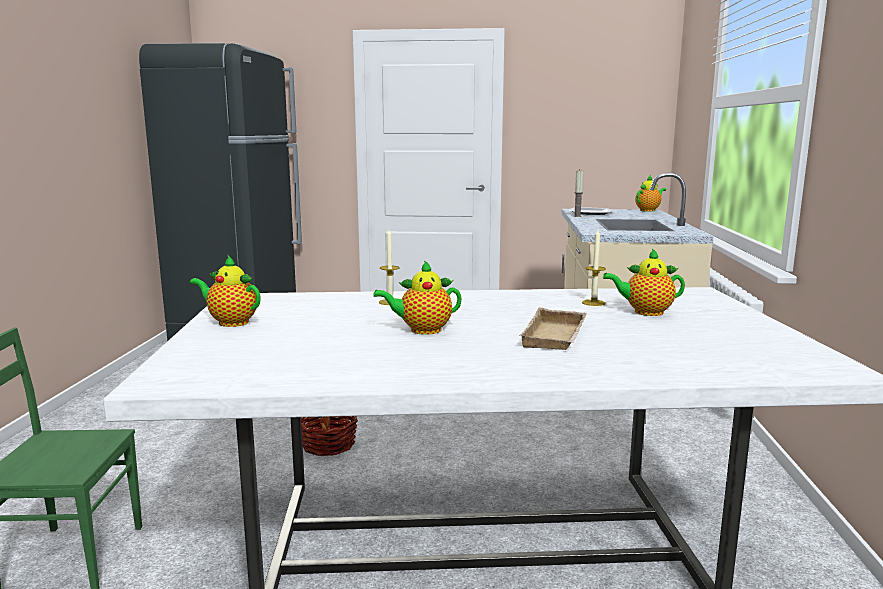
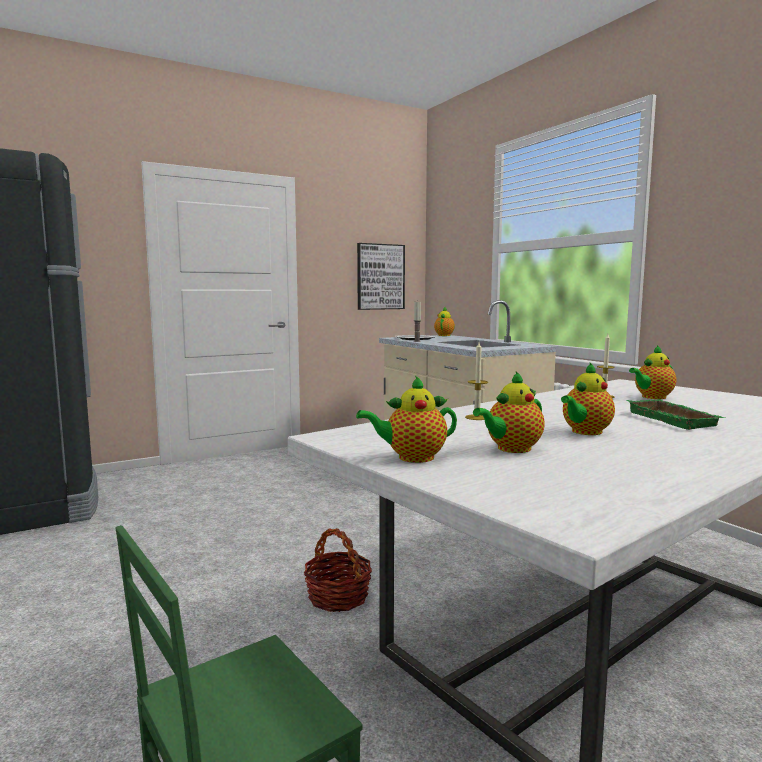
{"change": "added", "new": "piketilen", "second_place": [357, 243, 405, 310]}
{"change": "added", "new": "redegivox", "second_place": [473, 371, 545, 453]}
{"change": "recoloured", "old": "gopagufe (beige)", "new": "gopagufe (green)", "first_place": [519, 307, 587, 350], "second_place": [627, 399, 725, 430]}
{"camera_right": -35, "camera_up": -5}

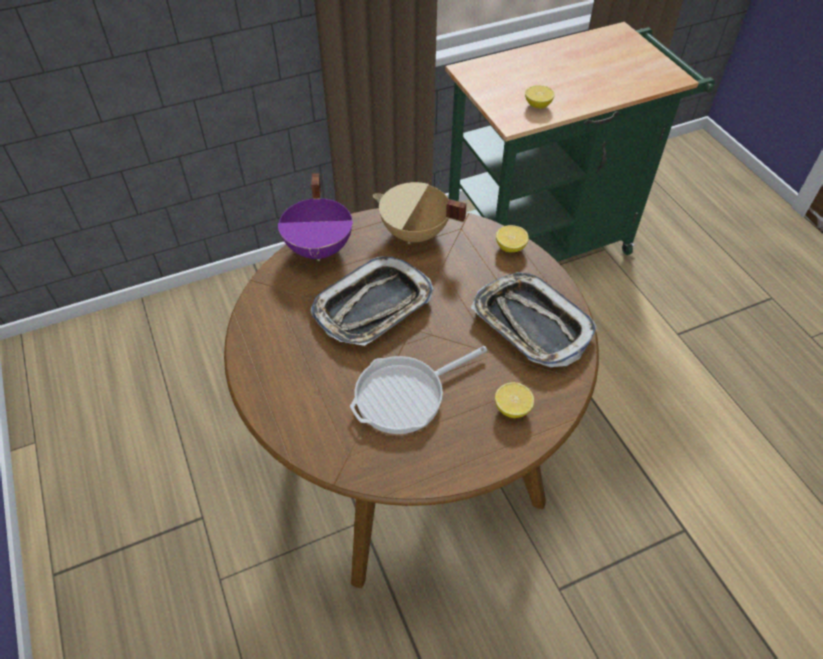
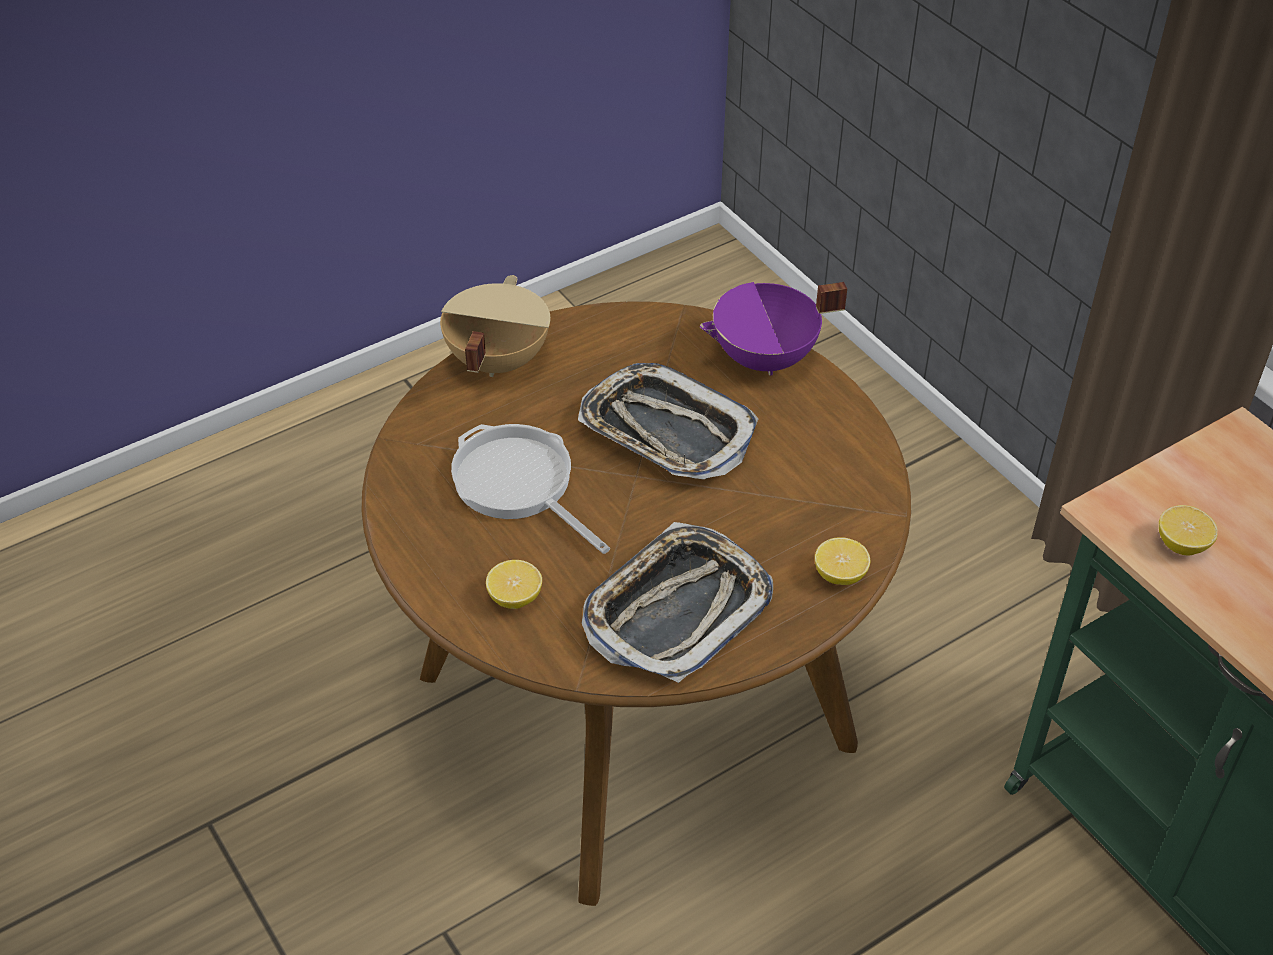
{"change": "moved", "old": "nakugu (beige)", "first_place": [373, 182, 467, 244], "second_place": [440, 275, 550, 377]}
{"camera_right": 80, "camera_up": -5}

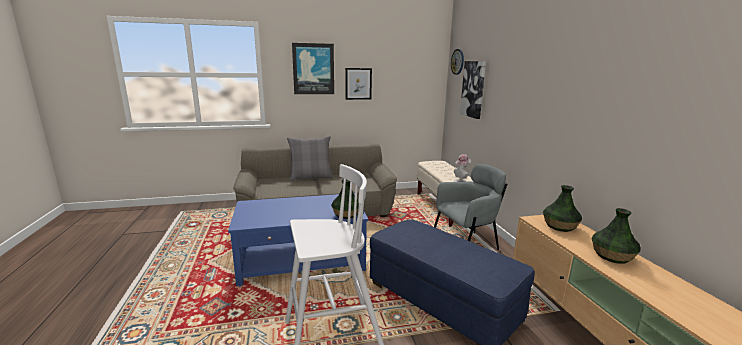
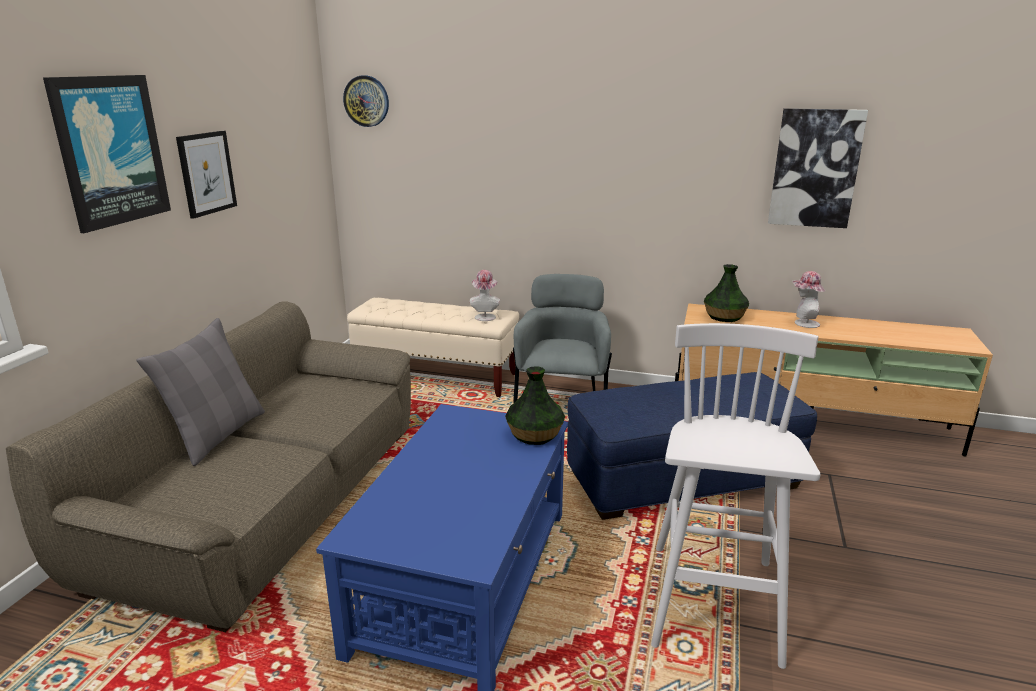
{"change": "moved", "old": "piketilen", "first_place": [460, 61, 486, 119], "second_place": [768, 108, 868, 228]}
{"change": "replaced", "old": "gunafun", "new": "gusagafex", "first_place": [591, 208, 641, 263], "second_place": [792, 271, 825, 328]}
{"camera_right": -60, "camera_up": 5}

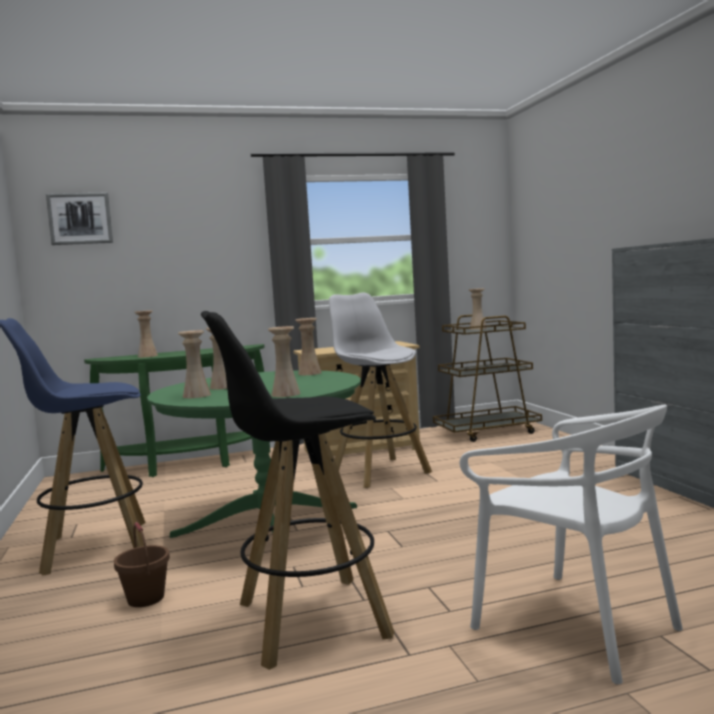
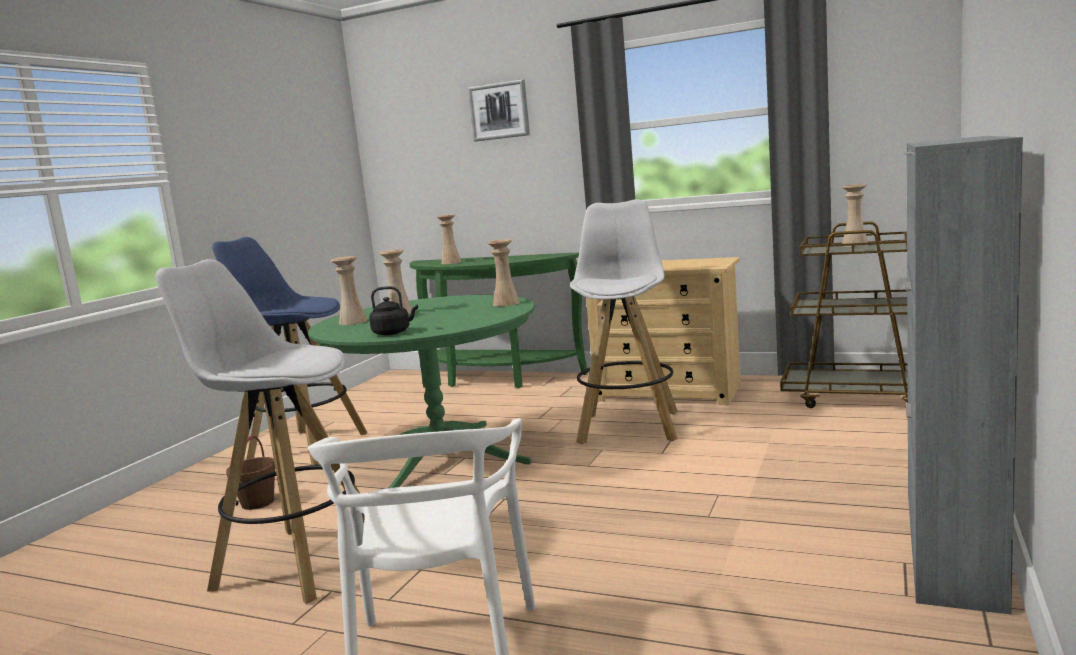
{"change": "recoloured", "old": "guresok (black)", "new": "guresok (white)", "first_place": [201, 311, 394, 670], "second_place": [155, 259, 365, 604]}
{"change": "replaced", "old": "gunafun (beige)", "new": "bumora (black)", "first_place": [268, 326, 300, 397], "second_place": [369, 286, 418, 335]}
{"change": "moved", "old": "piketilen", "first_place": [46, 192, 113, 245], "second_place": [468, 79, 530, 142]}
{"camera_right": 40, "camera_up": 5}

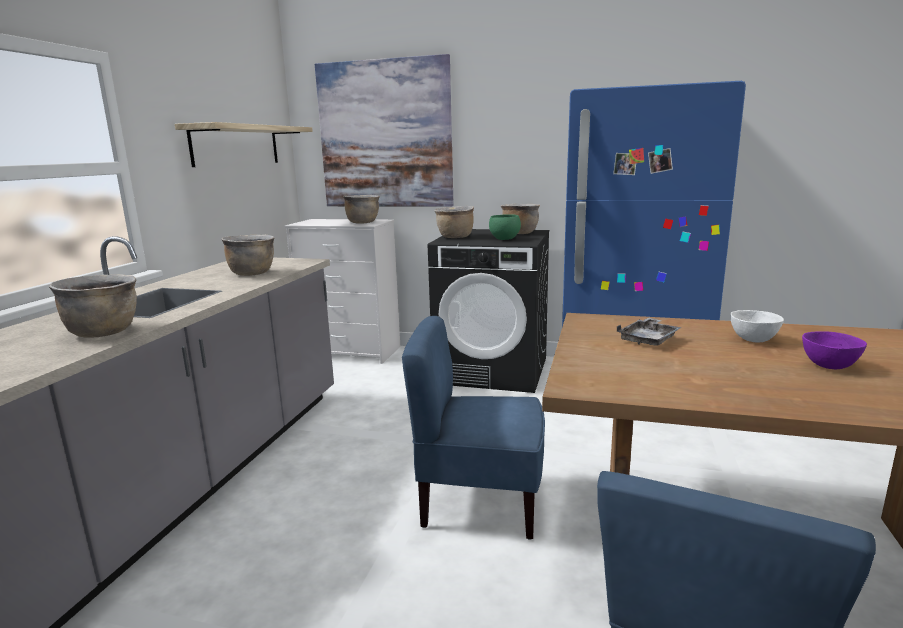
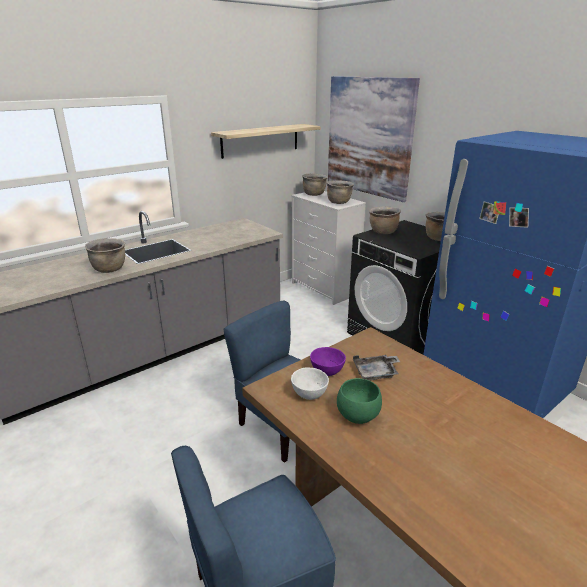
{"change": "moved", "old": "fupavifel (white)", "first_place": [730, 310, 784, 342], "second_place": [291, 367, 329, 400]}
{"change": "moved", "old": "nakugu (brown)", "first_place": [221, 235, 274, 276], "second_place": [302, 174, 328, 196]}
{"change": "moved", "old": "fupavifel (purple)", "first_place": [802, 331, 867, 369], "second_place": [310, 347, 346, 376]}
{"change": "moved", "old": "fupavifel (green)", "first_place": [489, 214, 521, 240], "second_place": [337, 378, 382, 424]}
{"camera_right": 35, "camera_up": 10}

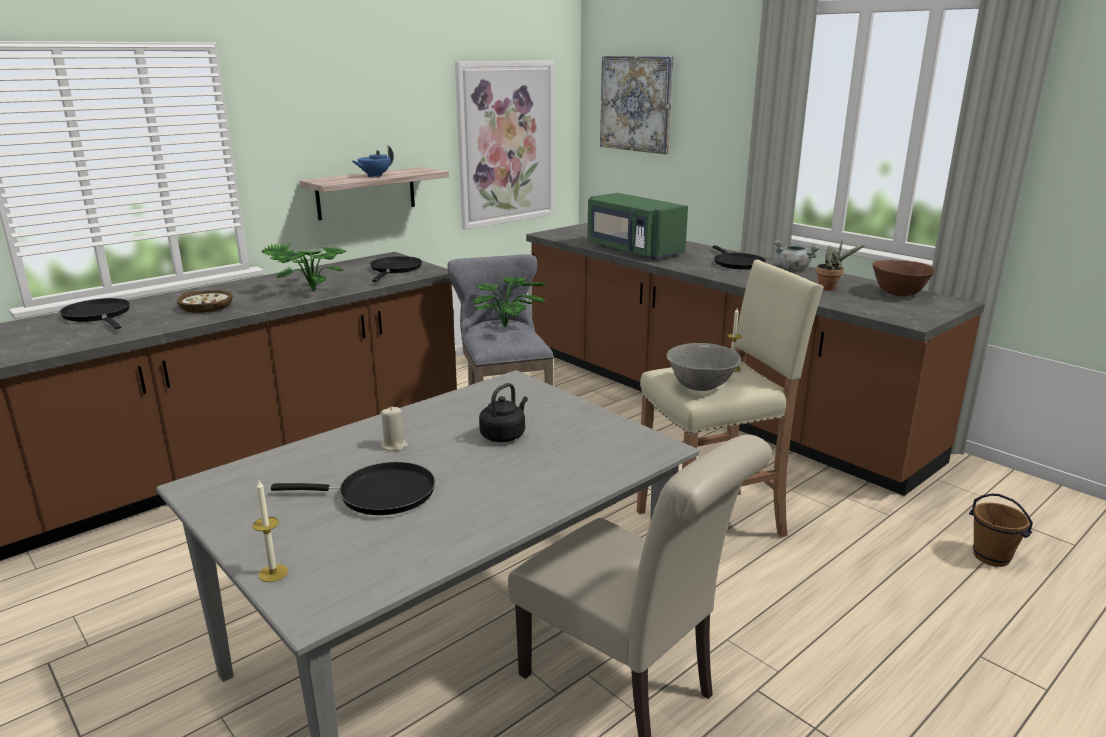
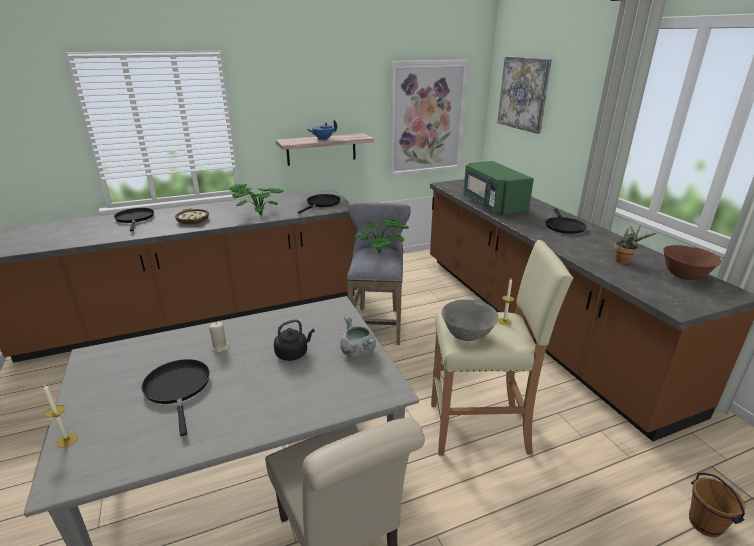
{"change": "turned", "old": "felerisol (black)", "first_place": [271, 462, 435, 515], "second_place": [141, 359, 210, 436], "degrees": -135}
{"change": "moved", "old": "nakugu (grey)", "first_place": [774, 240, 819, 270], "second_place": [340, 317, 376, 358]}
{"camera_right": 20, "camera_up": 5}

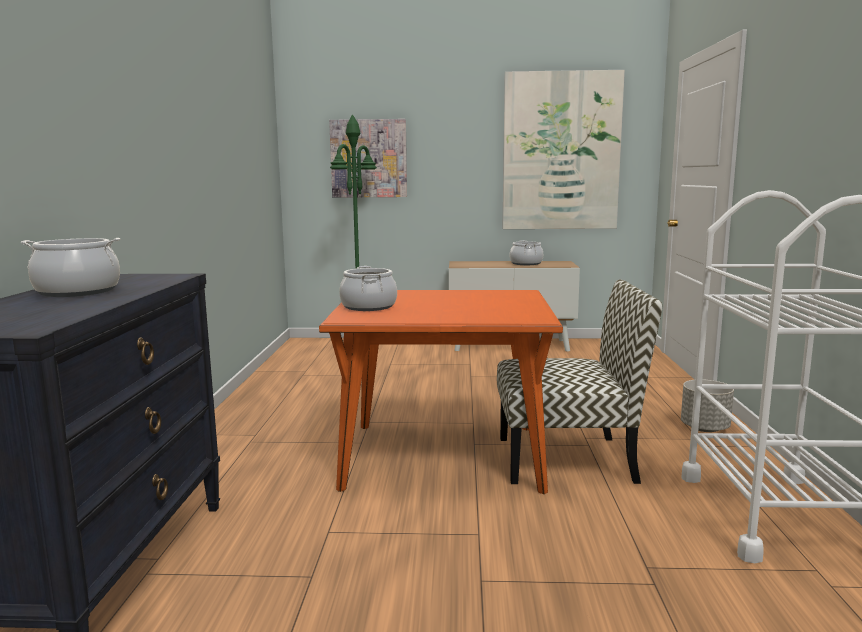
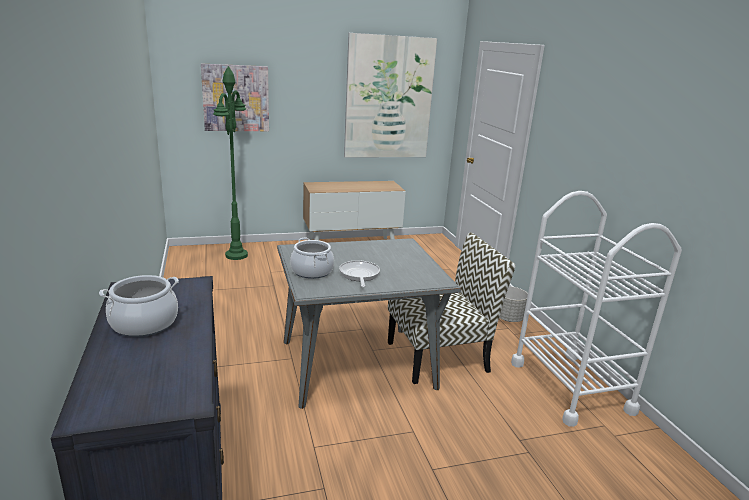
{"change": "recoloured", "old": "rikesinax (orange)", "new": "rikesinax (grey)", "first_place": [319, 290, 563, 494], "second_place": [277, 238, 461, 409]}
{"change": "added", "new": "felerisol", "second_place": [339, 260, 380, 287]}
{"change": "removed", "old": "nakugu", "first_place": [510, 240, 543, 265]}
{"camera_right": -20, "camera_up": 10}

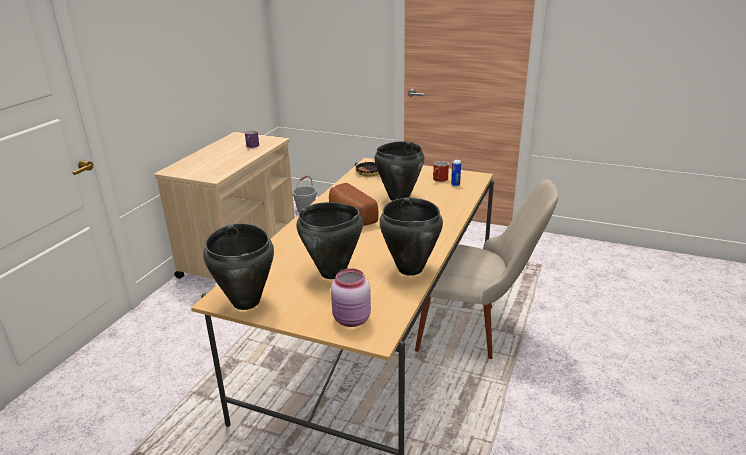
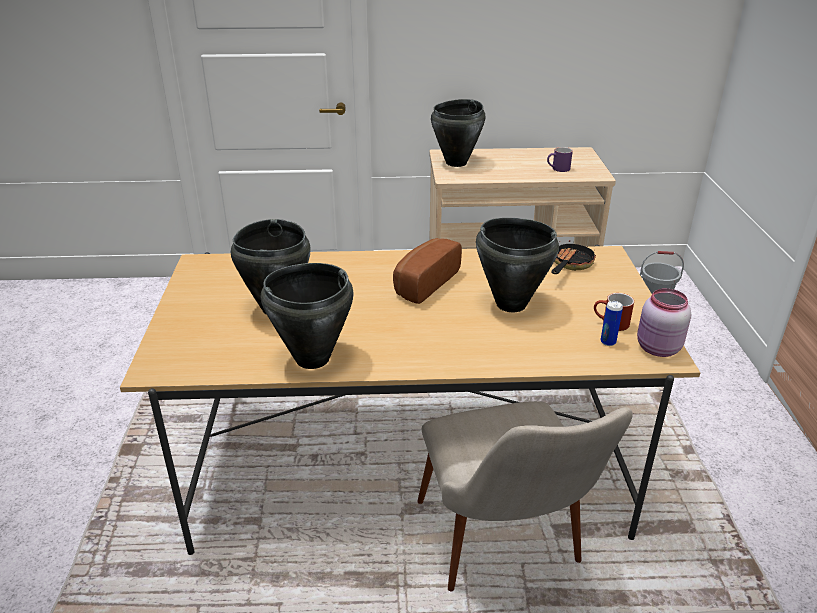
{"change": "moved", "old": "nakugu (black)", "first_place": [203, 223, 274, 310], "second_place": [431, 99, 485, 167]}
{"change": "moved", "old": "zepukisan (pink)", "first_place": [331, 268, 371, 327], "second_place": [637, 288, 691, 357]}
{"camera_right": 65, "camera_up": 5}

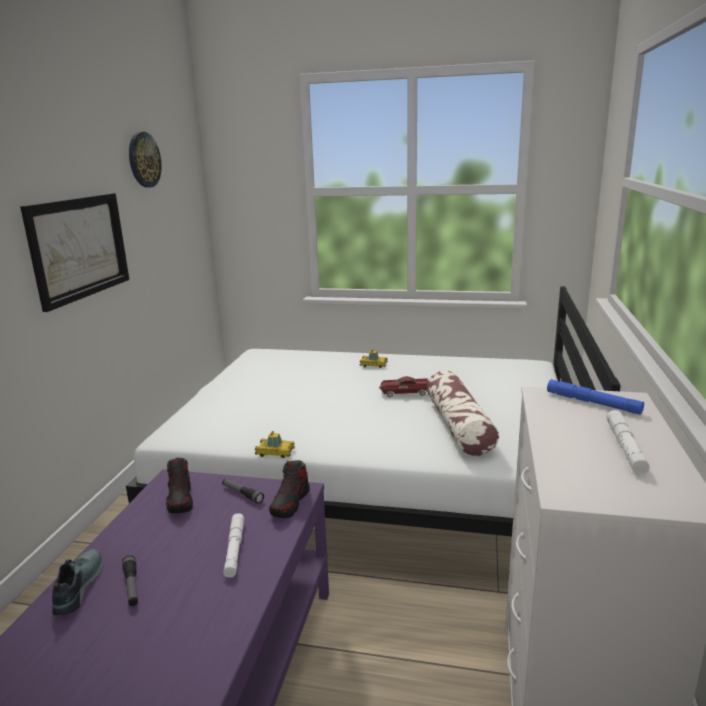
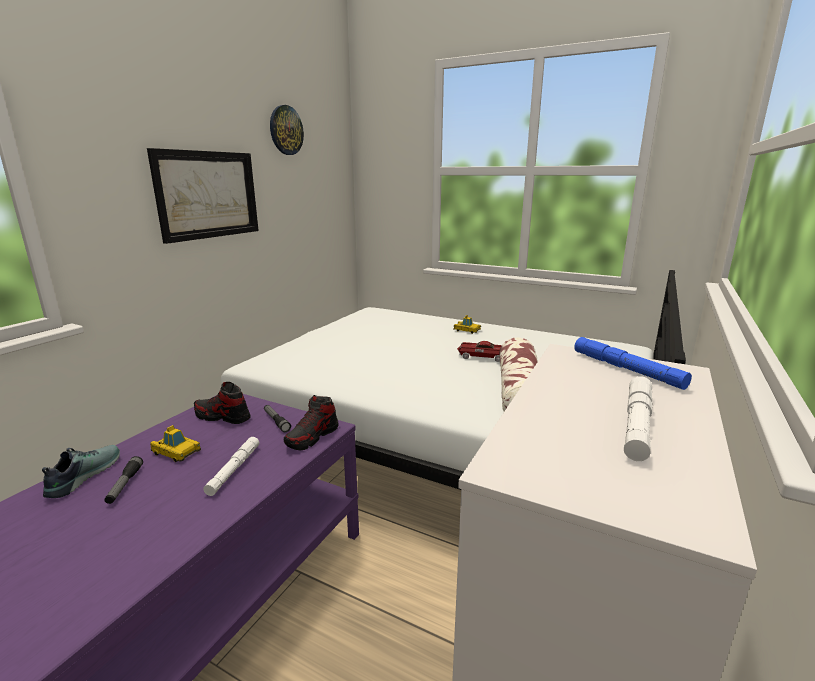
{"change": "moved", "old": "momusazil", "first_place": [255, 431, 295, 458], "second_place": [150, 425, 201, 462]}
{"change": "turned", "old": "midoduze", "first_place": [166, 458, 193, 514], "second_place": [194, 382, 251, 424], "degrees": 105}
{"camera_right": 15, "camera_up": 0}

